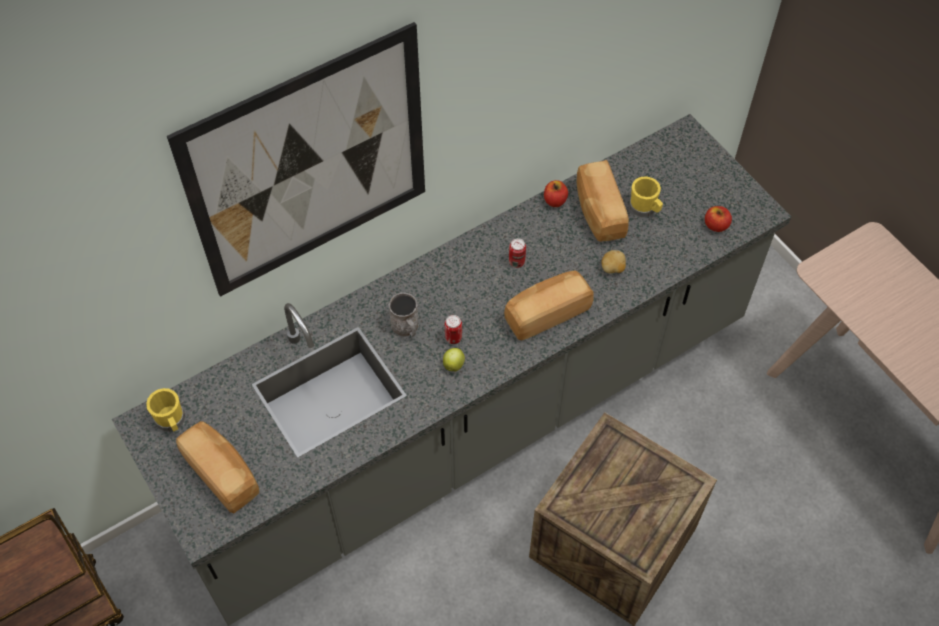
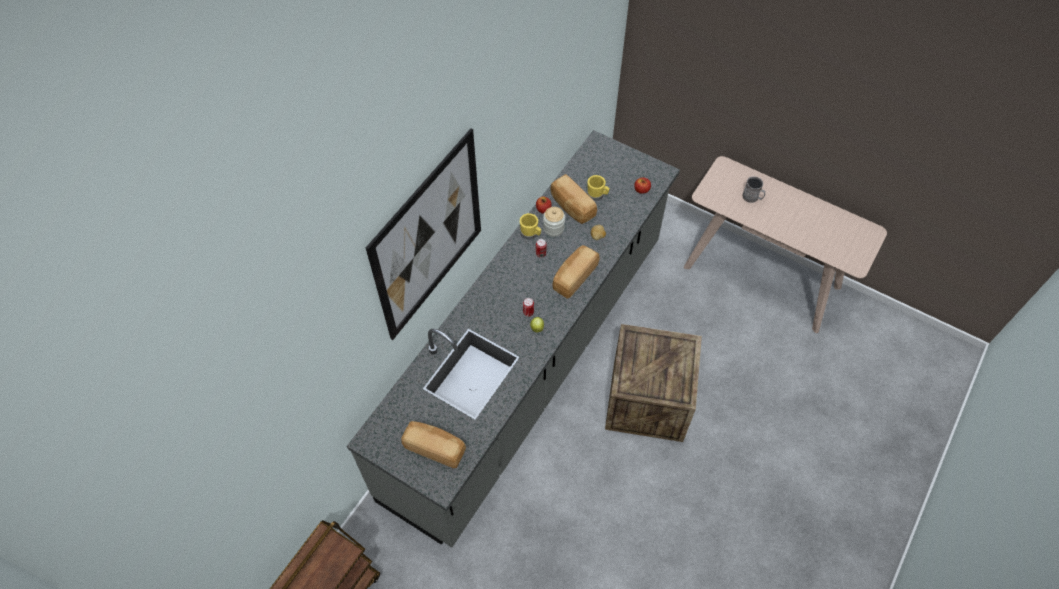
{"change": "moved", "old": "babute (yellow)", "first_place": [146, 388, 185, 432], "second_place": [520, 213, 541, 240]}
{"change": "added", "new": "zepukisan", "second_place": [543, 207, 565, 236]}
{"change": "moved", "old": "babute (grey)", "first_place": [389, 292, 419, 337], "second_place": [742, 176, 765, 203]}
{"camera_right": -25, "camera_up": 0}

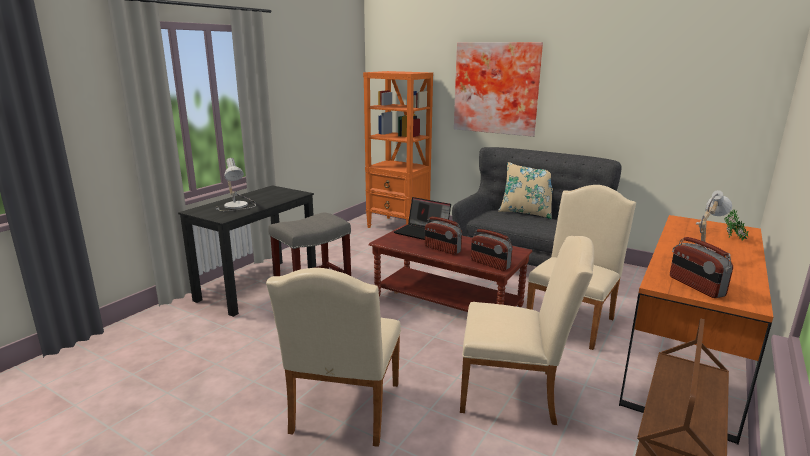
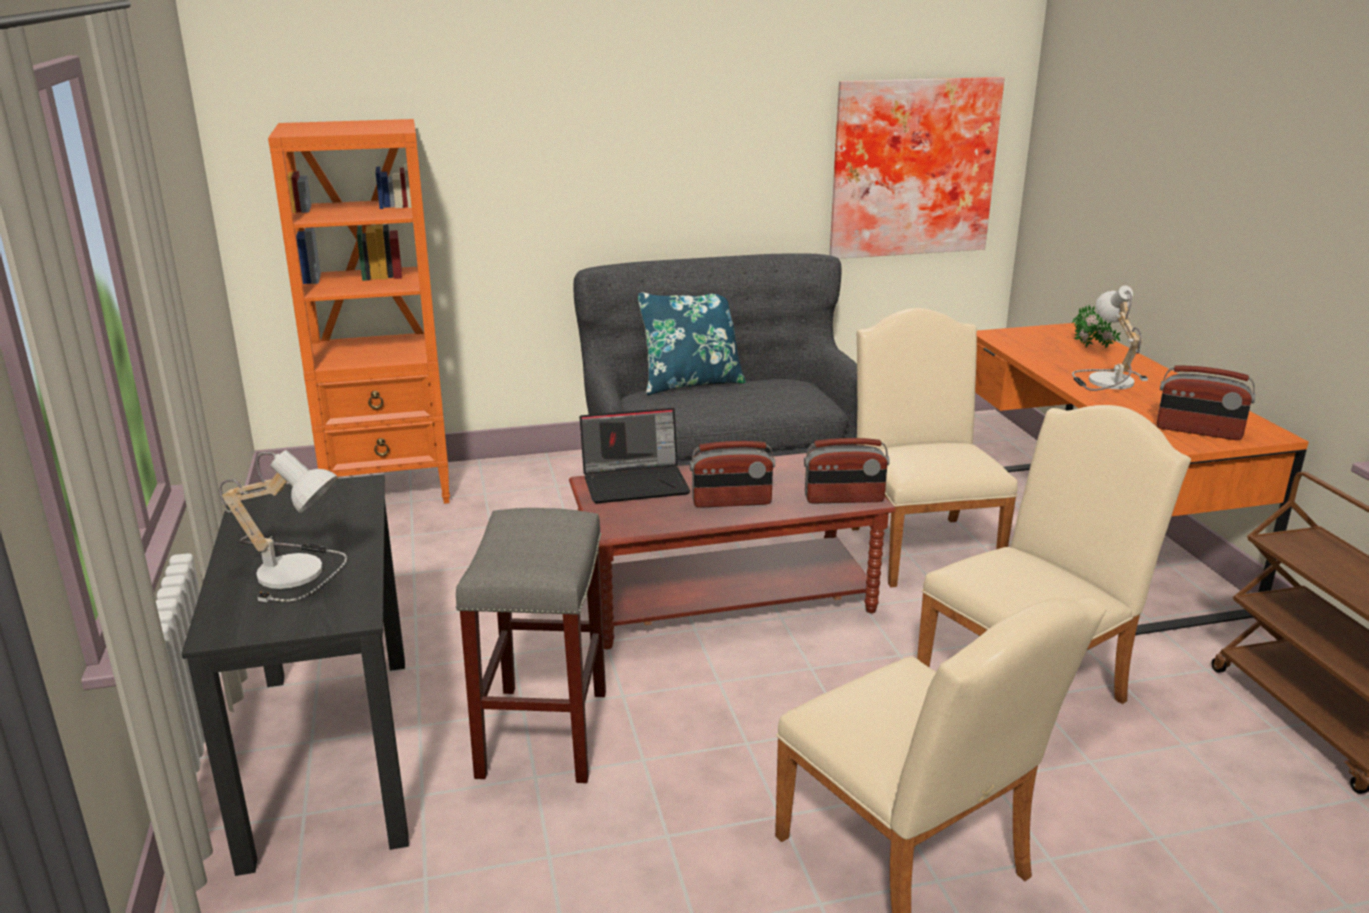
{"change": "recoloured", "old": "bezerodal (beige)", "new": "bezerodal (blue)", "first_place": [498, 162, 553, 219], "second_place": [638, 293, 746, 395]}
{"change": "moved", "old": "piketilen", "first_place": [454, 42, 543, 137], "second_place": [830, 77, 1005, 259]}
{"camera_right": -45, "camera_up": 5}

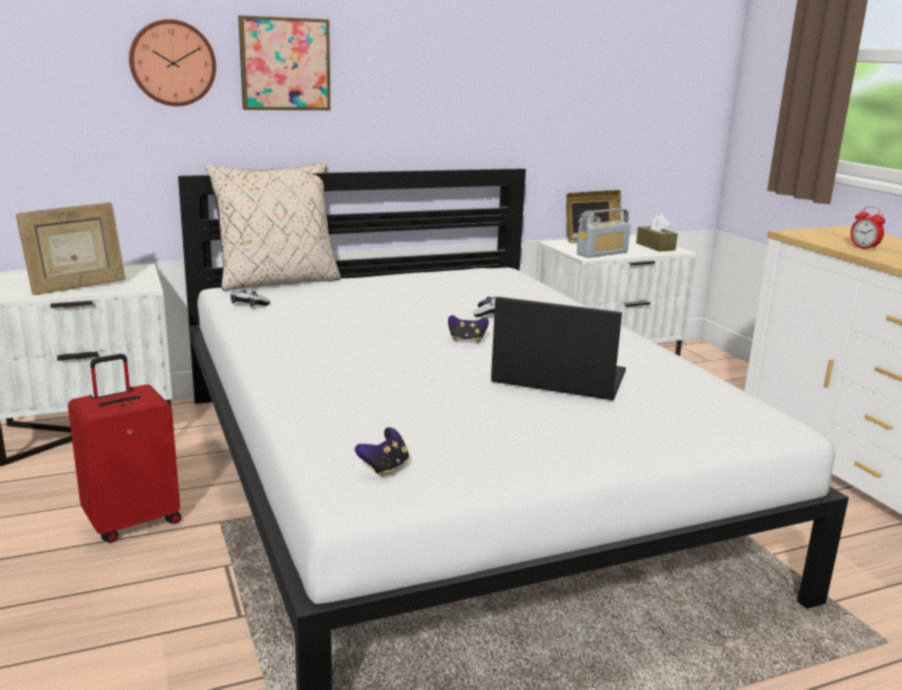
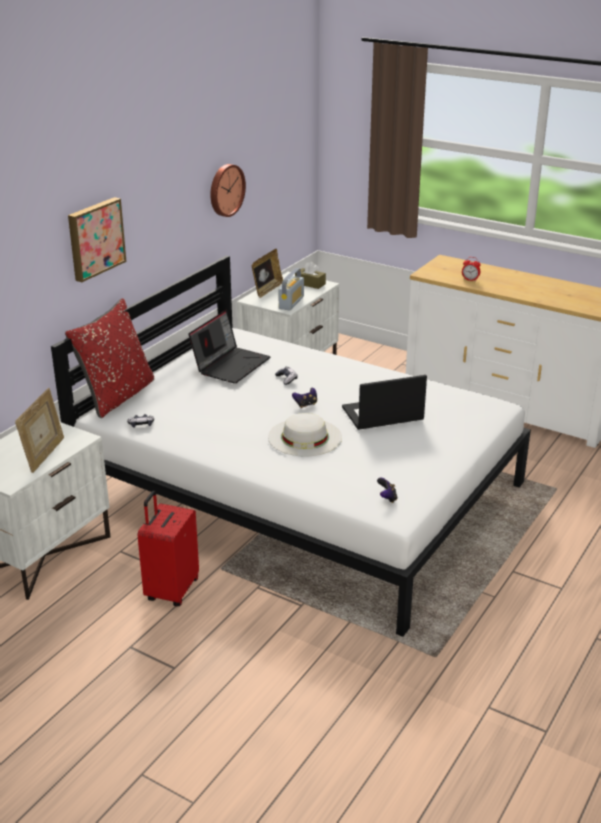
{"change": "recoloured", "old": "bezerodal (beige)", "new": "bezerodal (red)", "first_place": [206, 162, 341, 291], "second_place": [65, 298, 154, 418]}
{"change": "added", "new": "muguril", "second_place": [188, 310, 271, 384]}
{"change": "moved", "old": "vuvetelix", "first_place": [129, 19, 216, 106], "second_place": [211, 164, 246, 217]}
{"change": "added", "new": "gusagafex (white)", "second_place": [268, 413, 342, 456]}
{"camera_right": -35, "camera_up": 10}

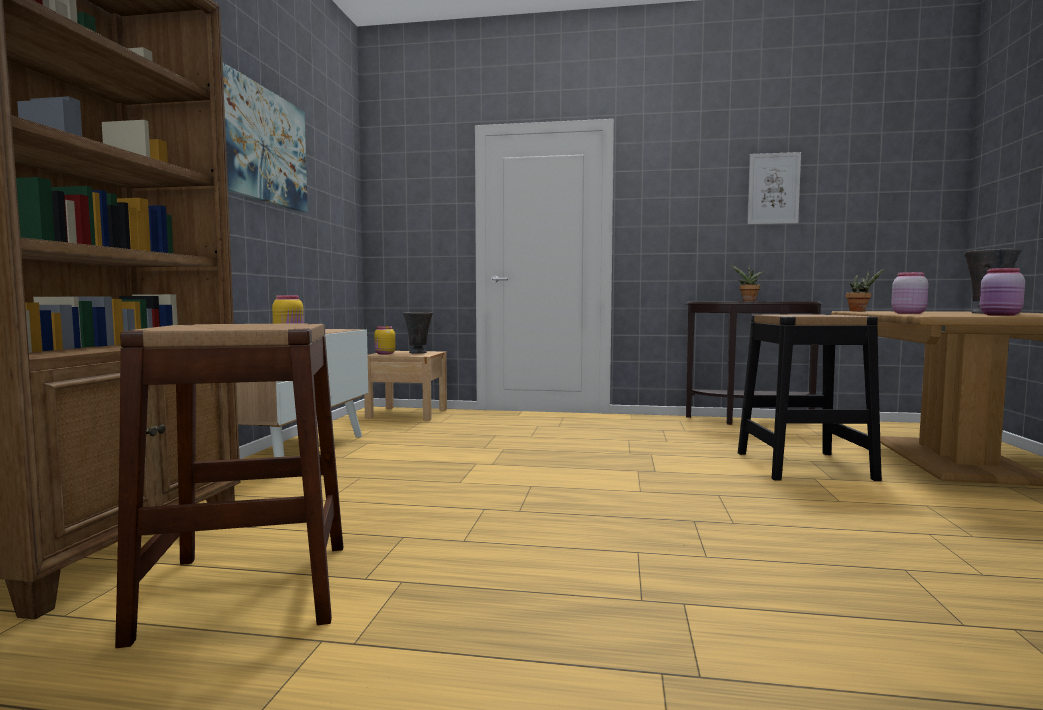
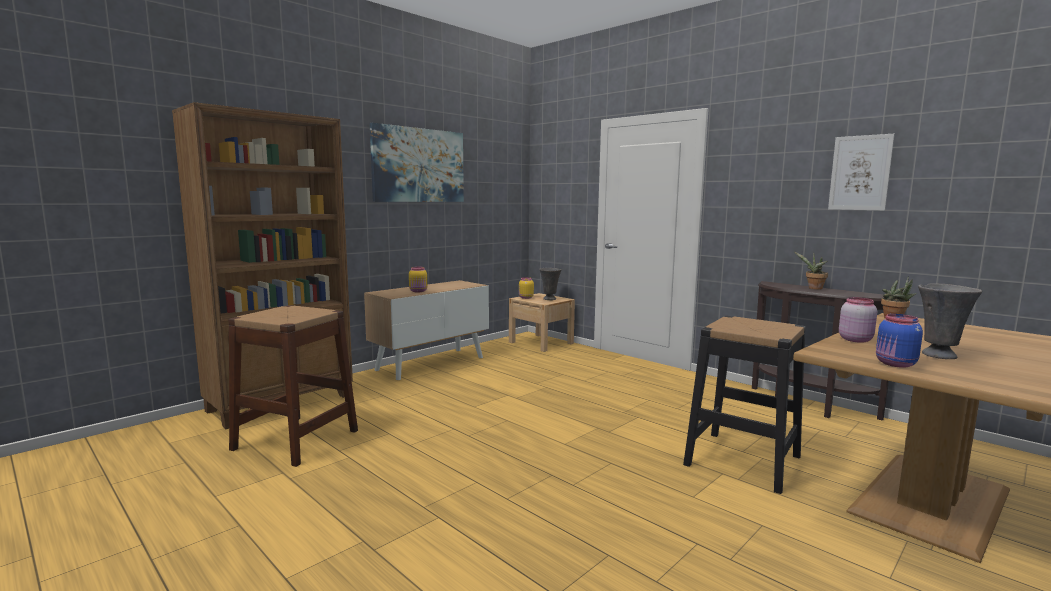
{"change": "recoloured", "old": "zepukisan (pink)", "new": "zepukisan (blue)", "first_place": [980, 268, 1025, 316], "second_place": [876, 314, 923, 368]}
{"camera_right": 35, "camera_up": 5}

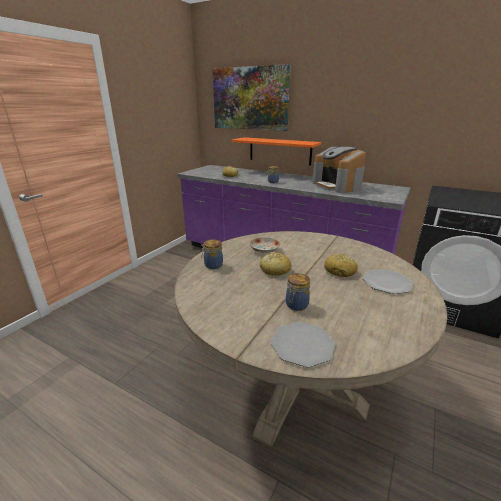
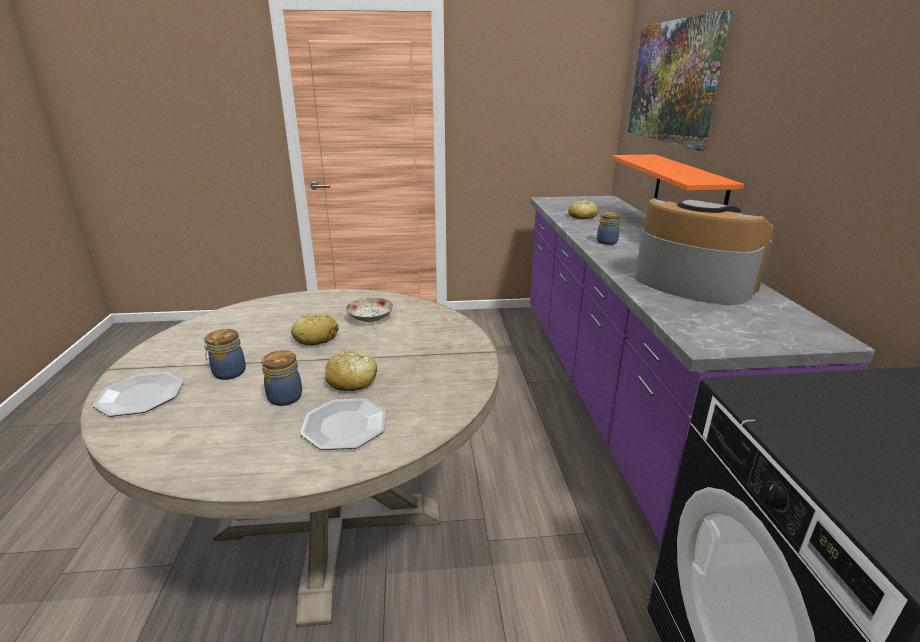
{"change": "moved", "old": "zepukisan", "first_place": [201, 239, 223, 269], "second_place": [261, 350, 302, 406]}
{"change": "turned", "old": "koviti", "first_place": [313, 146, 366, 193], "second_place": [635, 199, 774, 305], "degrees": 105}
{"camera_right": 55, "camera_up": 0}

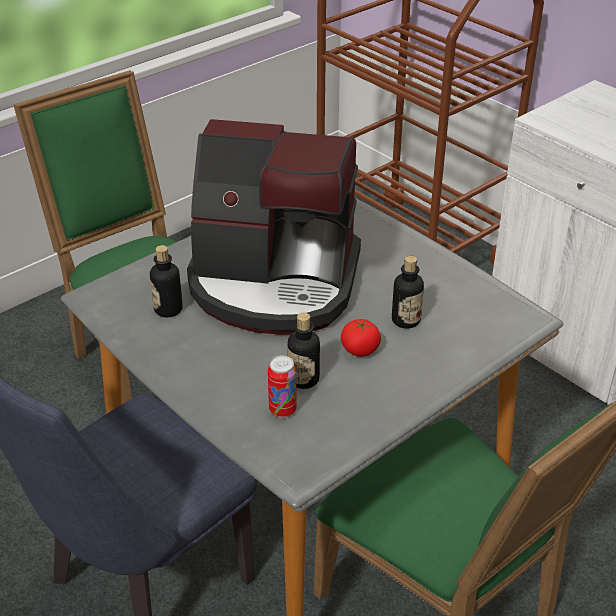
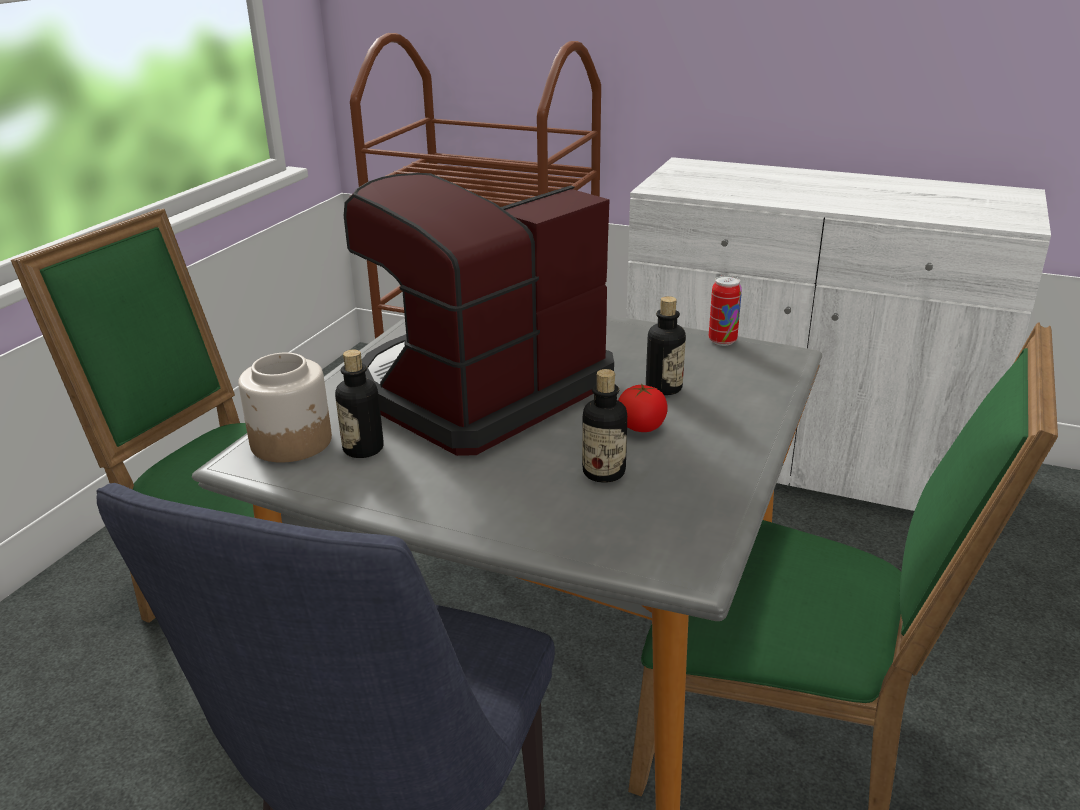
{"change": "added", "new": "zepukisan", "second_place": [238, 353, 332, 463]}
{"change": "turned", "old": "koviti", "first_place": [187, 119, 361, 335], "second_place": [344, 173, 614, 456], "degrees": 150}
{"change": "moved", "old": "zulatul", "first_place": [268, 356, 297, 418], "second_place": [709, 276, 742, 346]}
{"camera_right": -25, "camera_up": -10}

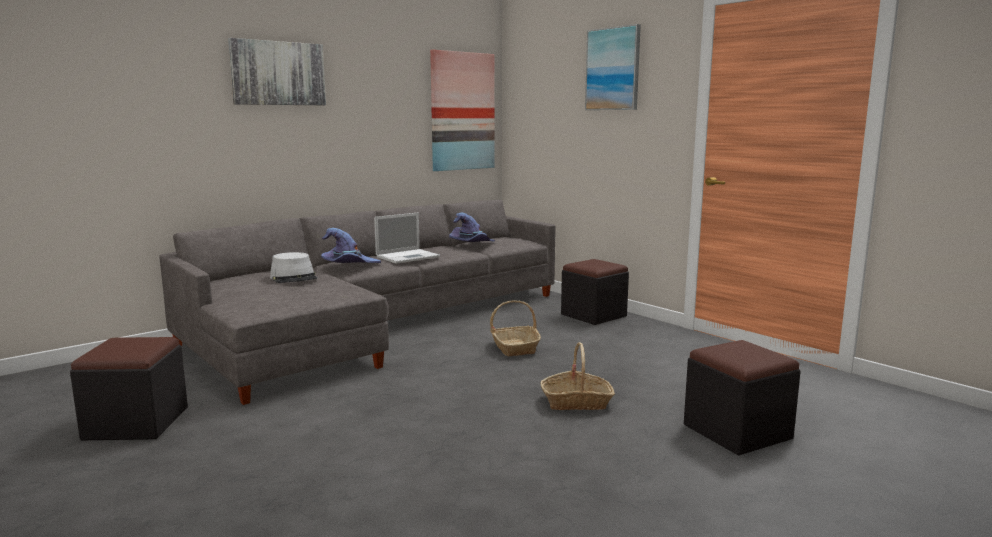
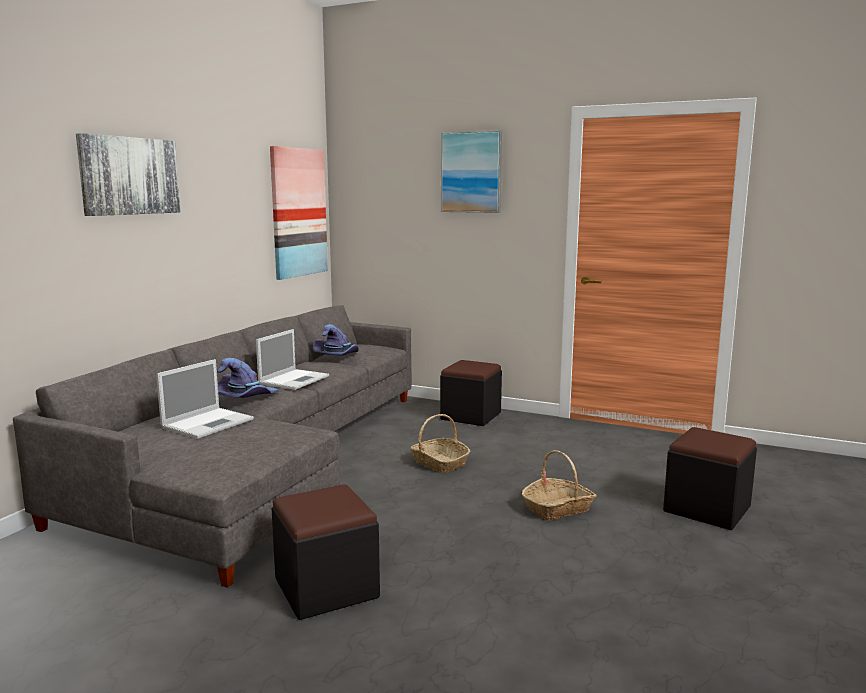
{"change": "replaced", "old": "gusagafex (grey)", "new": "muguril", "first_place": [270, 252, 318, 283], "second_place": [156, 359, 254, 439]}
{"change": "moved", "old": "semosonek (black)", "first_place": [70, 337, 188, 440], "second_place": [272, 484, 380, 620]}
{"camera_right": -25, "camera_up": 0}

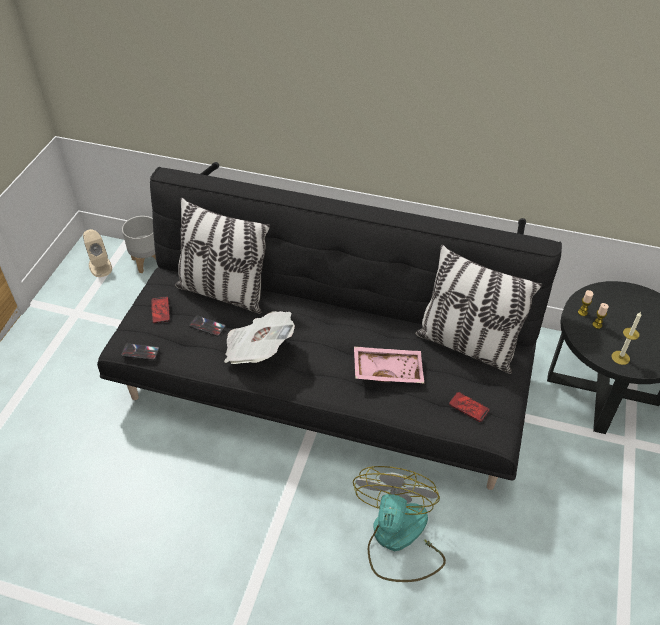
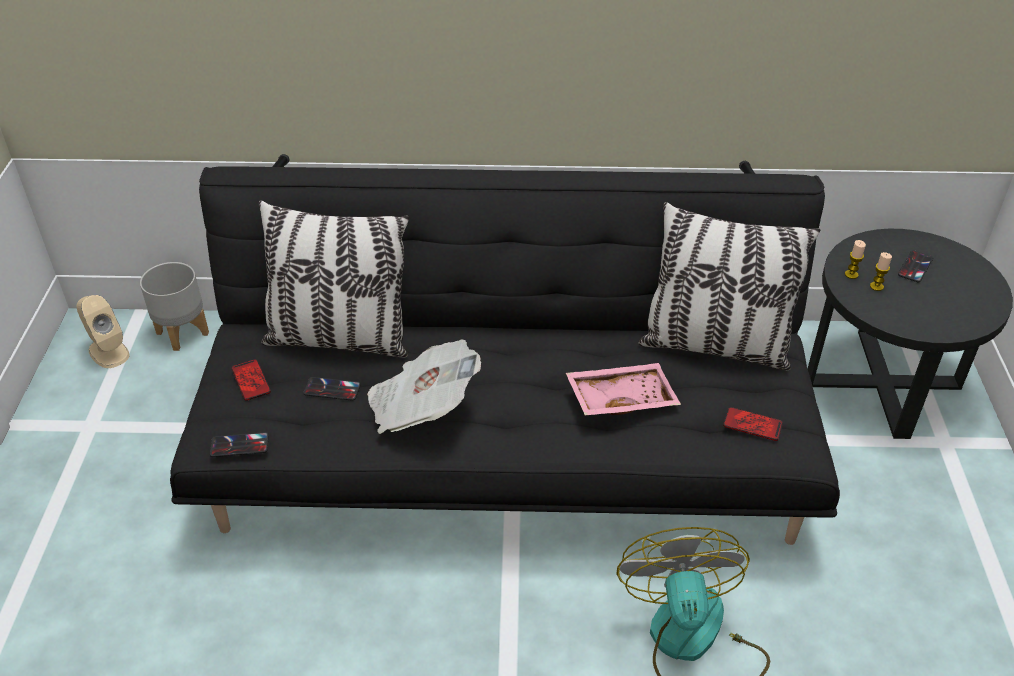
{"change": "added", "new": "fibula", "second_place": [898, 250, 933, 282]}
{"change": "removed", "old": "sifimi", "first_place": [611, 312, 641, 365]}
{"camera_right": -15, "camera_up": -5}

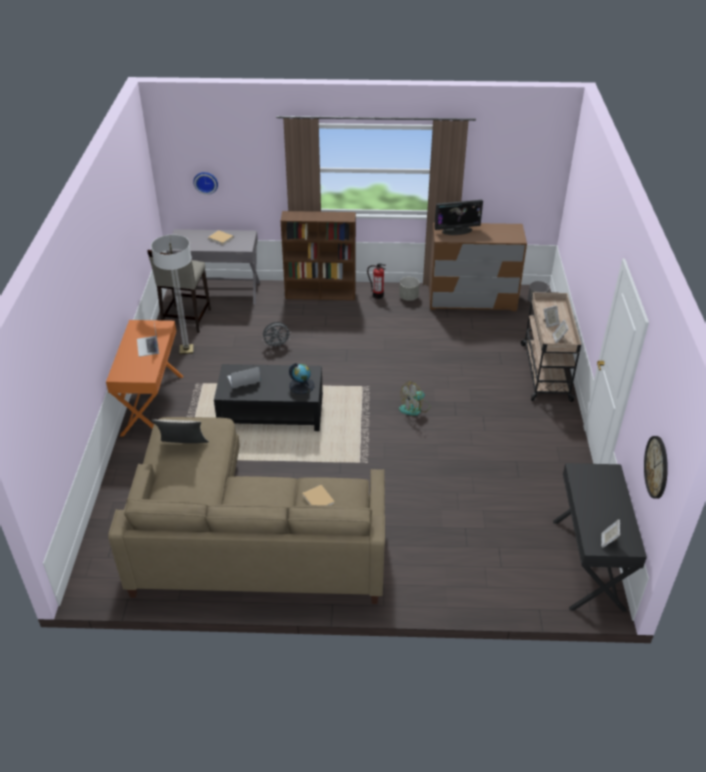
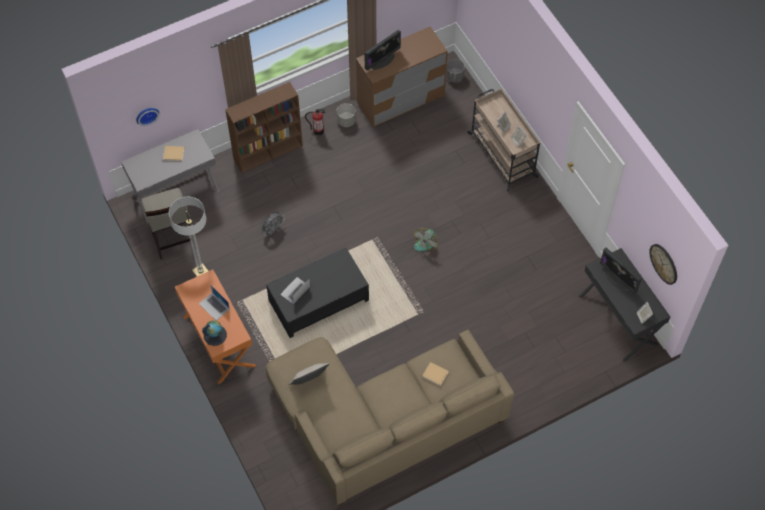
{"change": "moved", "old": "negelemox", "first_place": [289, 363, 315, 394], "second_place": [202, 320, 227, 346]}
{"change": "added", "new": "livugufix", "second_place": [600, 248, 642, 294]}
{"camera_right": -30, "camera_up": 20}

